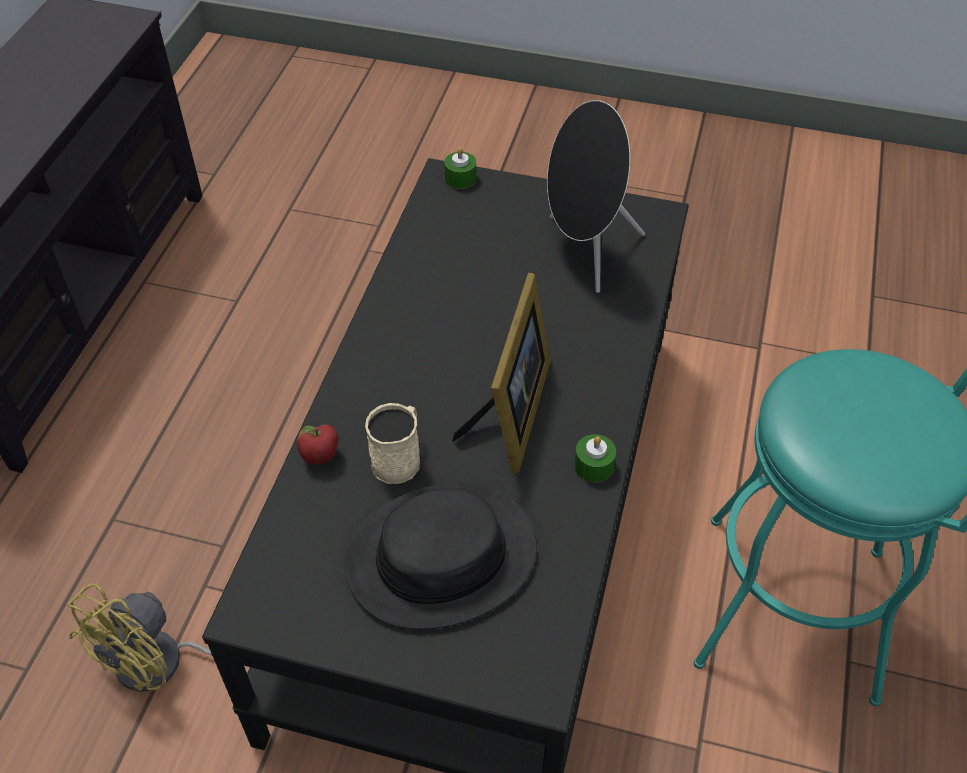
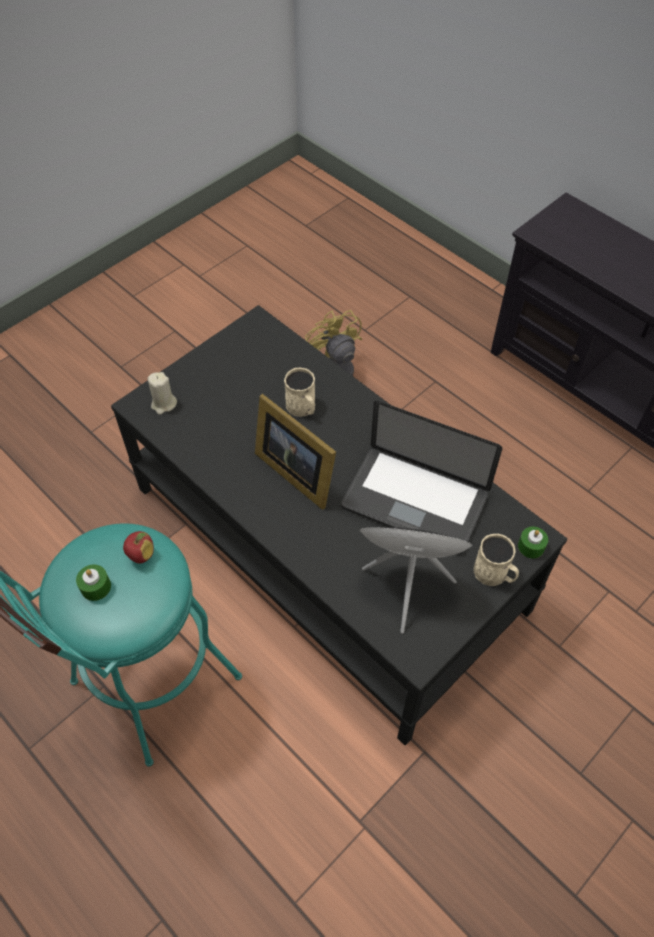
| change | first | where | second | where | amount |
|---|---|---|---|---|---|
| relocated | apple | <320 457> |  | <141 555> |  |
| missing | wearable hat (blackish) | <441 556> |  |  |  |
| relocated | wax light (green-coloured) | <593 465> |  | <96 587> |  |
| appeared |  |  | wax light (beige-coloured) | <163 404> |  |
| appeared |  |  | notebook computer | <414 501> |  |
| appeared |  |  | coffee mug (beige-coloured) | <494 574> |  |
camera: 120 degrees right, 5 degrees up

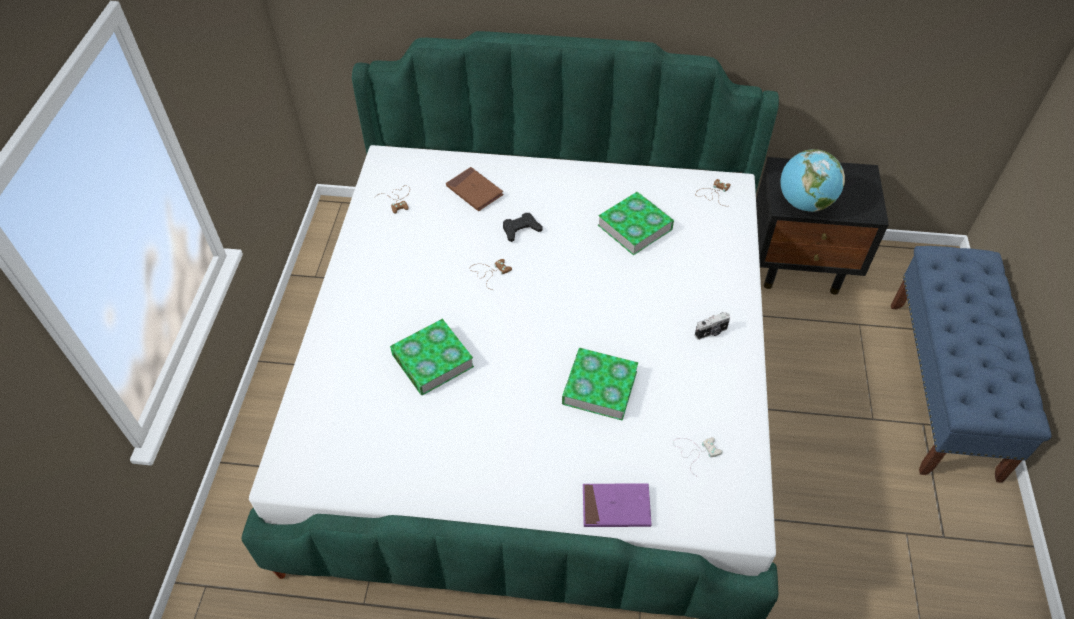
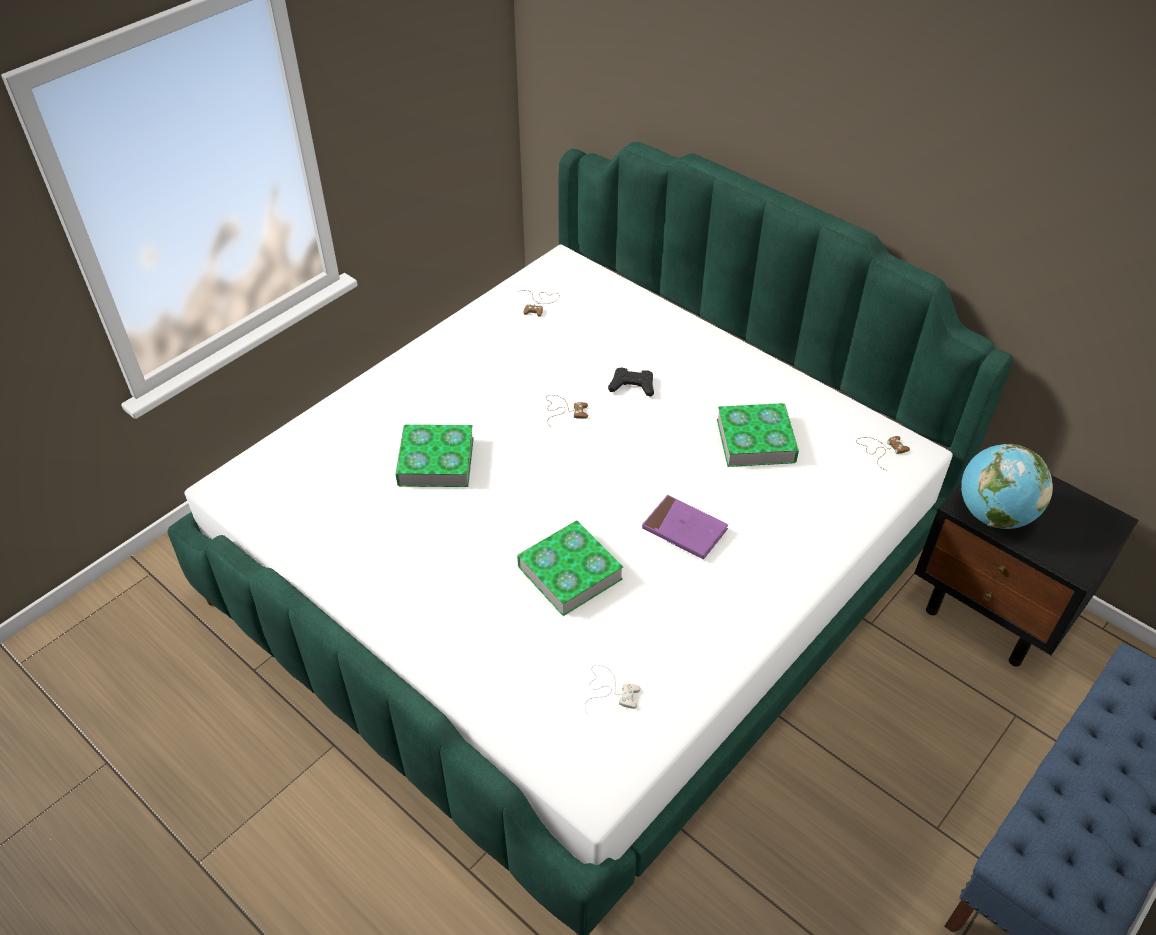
| change | first | where | second | where | amount |
|---|---|---|---|---|---|
| missing | book (brown-coloured) | <474 191> |  |  |  |
| relocated | book (purple-coloured) | <616 507> |  | <684 530> |  |
| missing | still camera | <711 332> |  |  |  |
camera: 35 degrees right, 5 degrees down

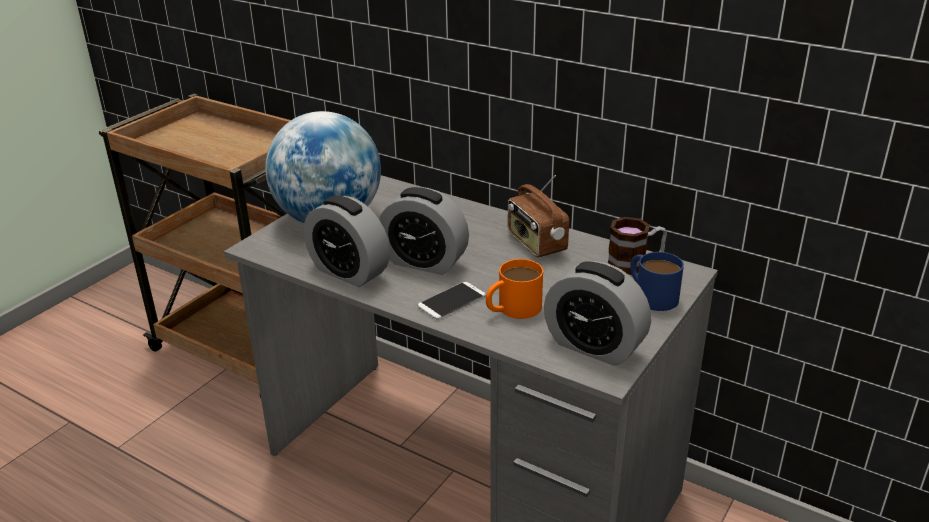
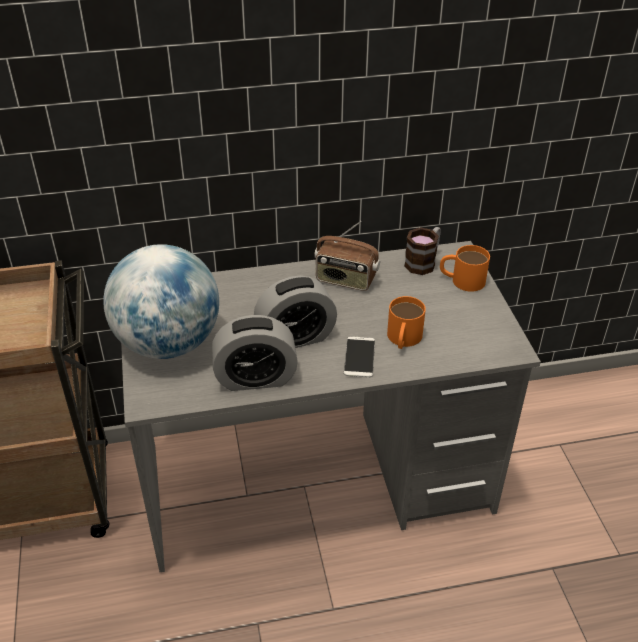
| change | first | where | second | where | amount |
|---|---|---|---|---|---|
| missing | bedside clock | <594 346> |  |  |  |
| colour | coffee mug (blue-coloured) | <650 294> | coffee mug (orange-coloured) | <461 280> |  |
camera: 45 degrees left, 10 degrees up

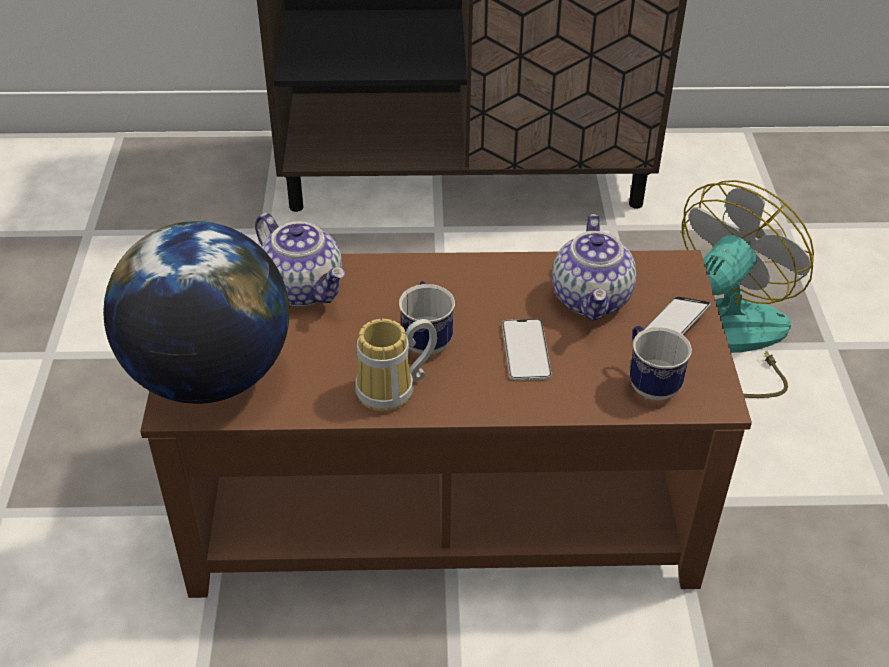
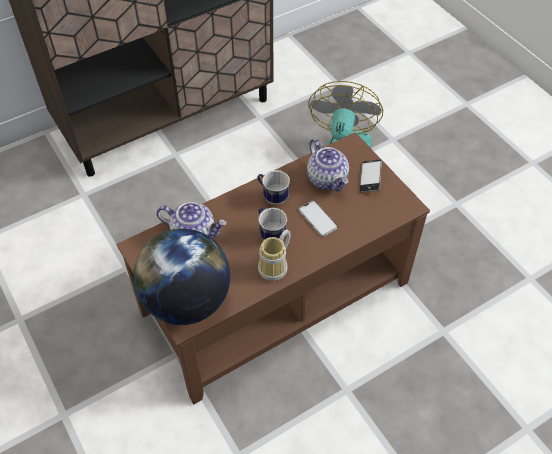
| change | first | where | second | where | amount |
|---|---|---|---|---|---|
| relocated | coffee mug | <649 383> |  | <272 196> |  |
camera: 30 degrees left, 10 degrees up

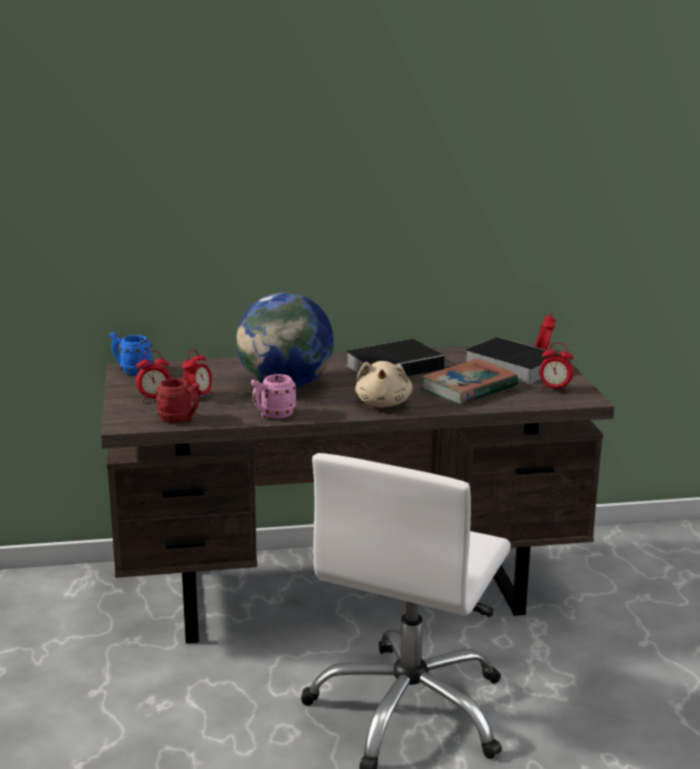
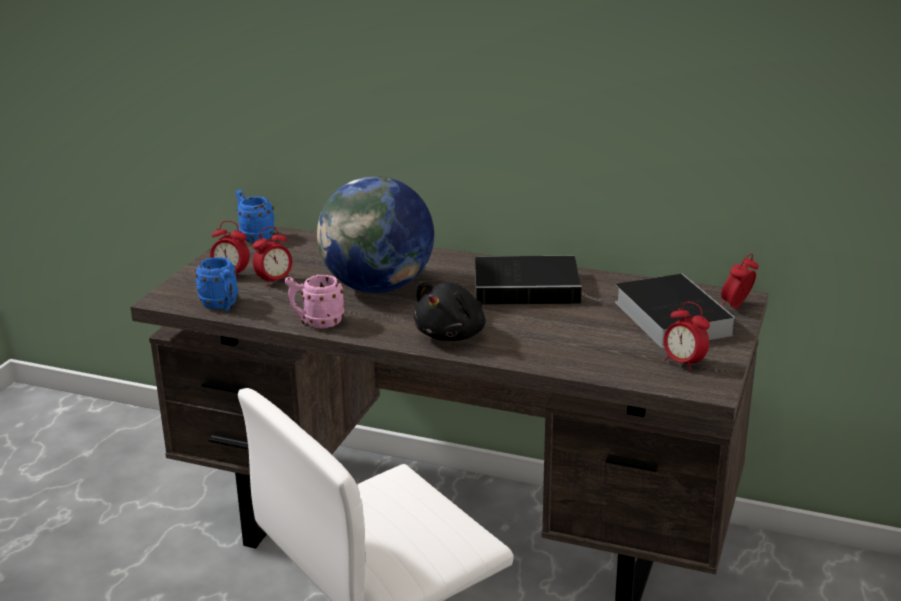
| change | first | where | second | where | amount |
|---|---|---|---|---|---|
| colour | coffee mug (reddish) | <180 420> | coffee mug (blue-coloured) | <222 306> |  |
| colour | cuddly toy (beige-coloured) | <383 403> | cuddly toy (blackish) | <452 334> |  |
| missing | book | <469 388> |  |  |  |
camera: 30 degrees right, 5 degrees up

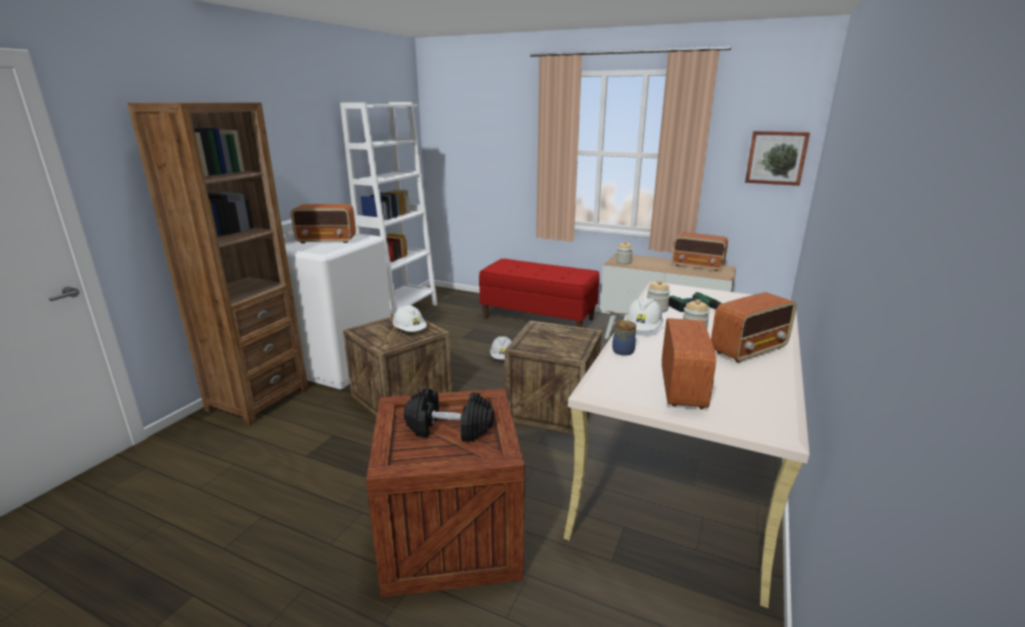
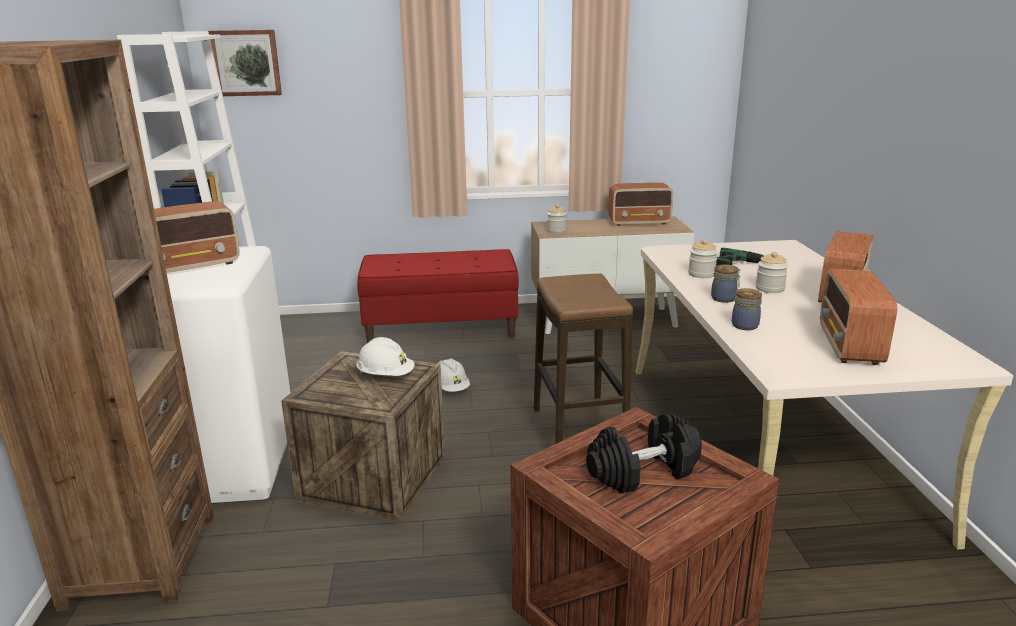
| change | first | where | second | where | amount |
|---|---|---|---|---|---|
| exchanged | crate | <553 407> | sitting stool | <578 430> |  |
| exchanged | hard hat (white-coloured) | <642 329> | jar | <724 299> |  |
| spun | radio receiver | <682 387> |  | <849 346> | 150 degrees counterclockwise |
| relocated | wall picture | <776 157> |  | <246 63> |  |
camera: 30 degrees left, 0 degrees up

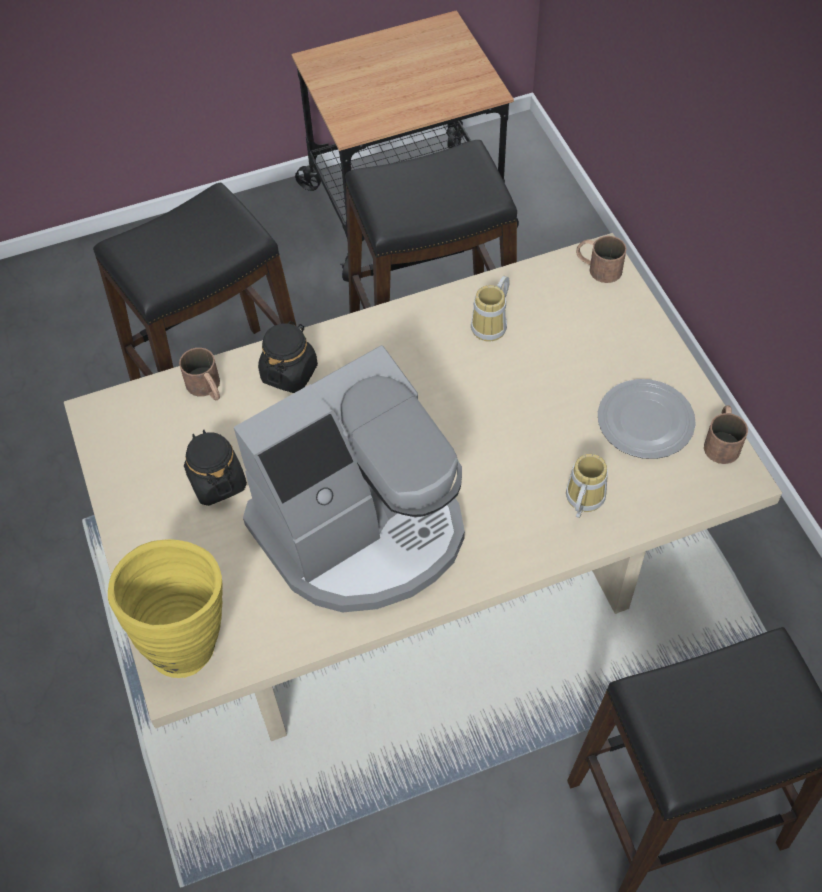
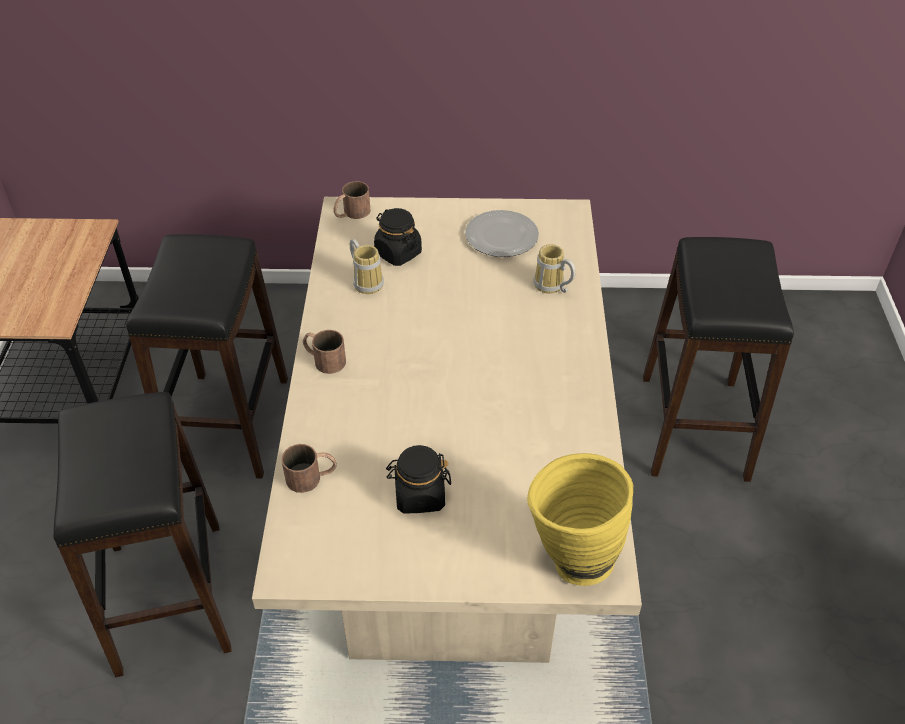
| change | first | where | second | where | amount |
|---|---|---|---|---|---|
| missing | coffee machine | <362 529> |  |  |  |
| relocated | jar (blackish) | <289 373> |  | <398 253> |  |
| relocated | coffee mug (brown-coloured) | <722 440> |  | <323 359> |  |
camera: 70 degrees left, 10 degrees down

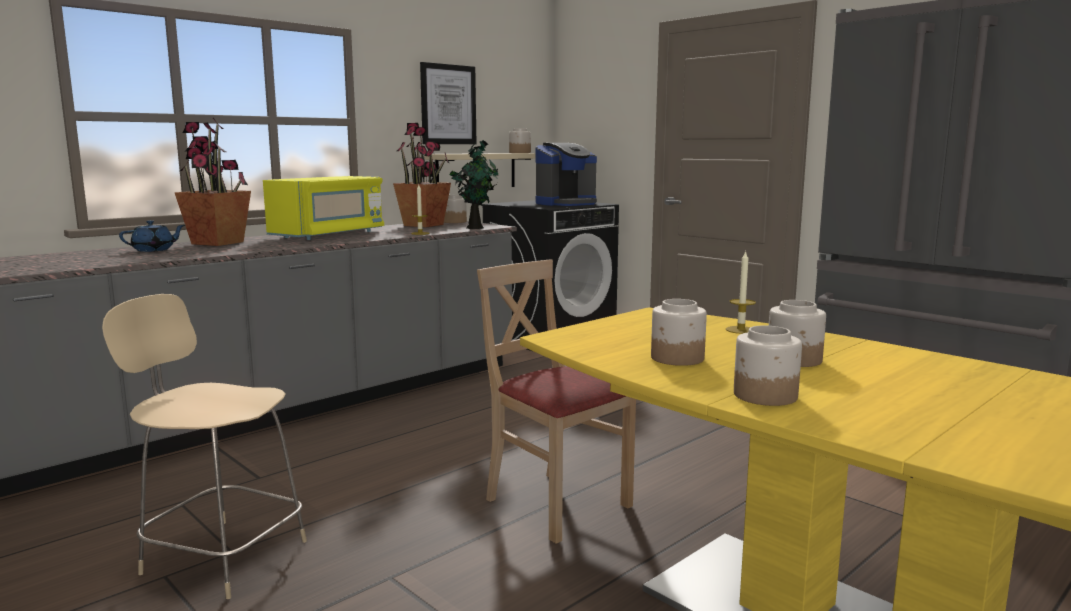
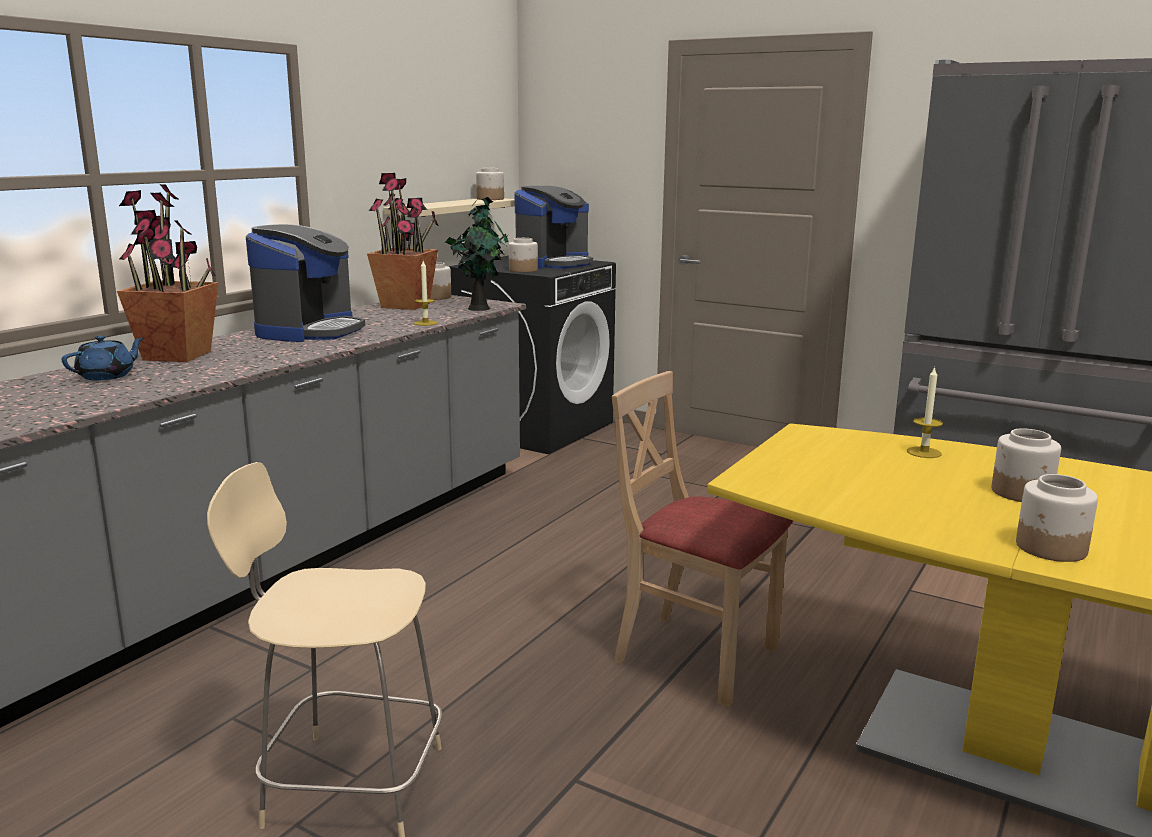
| change | first | where | second | where | amount |
|---|---|---|---|---|---|
| exchanged | microwave oven (yellow-coloured) | <329 235> | coffee machine | <309 331> |  |
| missing | wall picture | <448 104> |  |  |  |
| relocated | jar | <677 358> |  | <523 270> |  |
camera: 15 degrees left, 5 degrees up

